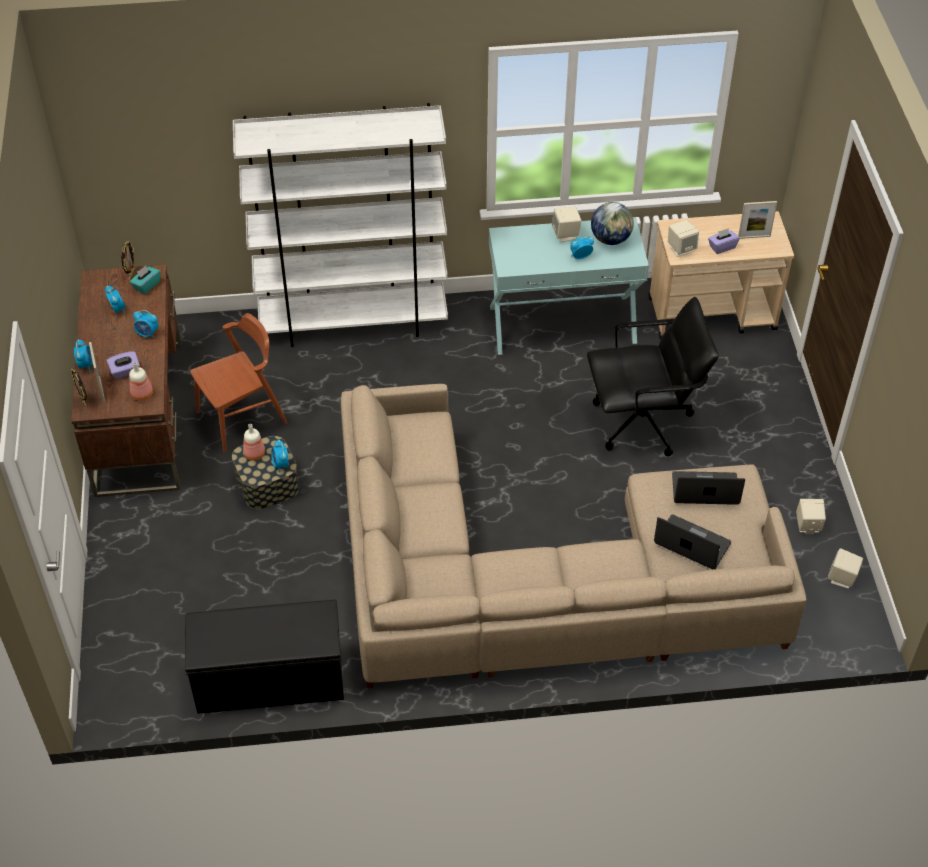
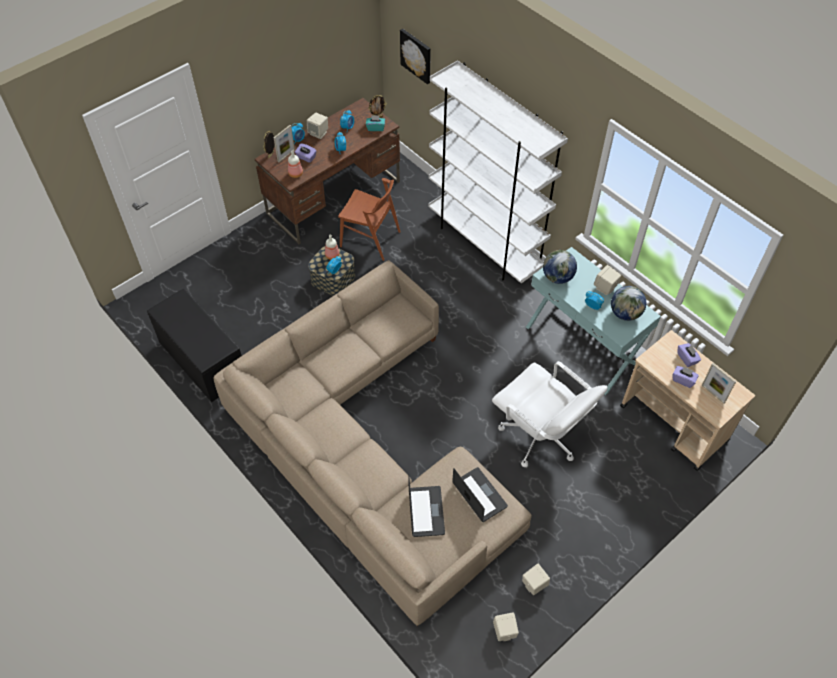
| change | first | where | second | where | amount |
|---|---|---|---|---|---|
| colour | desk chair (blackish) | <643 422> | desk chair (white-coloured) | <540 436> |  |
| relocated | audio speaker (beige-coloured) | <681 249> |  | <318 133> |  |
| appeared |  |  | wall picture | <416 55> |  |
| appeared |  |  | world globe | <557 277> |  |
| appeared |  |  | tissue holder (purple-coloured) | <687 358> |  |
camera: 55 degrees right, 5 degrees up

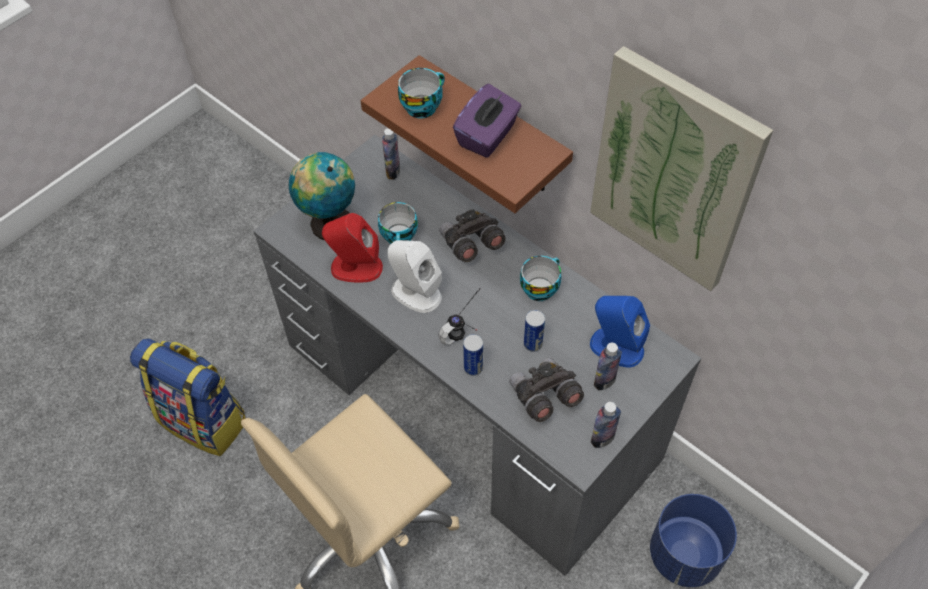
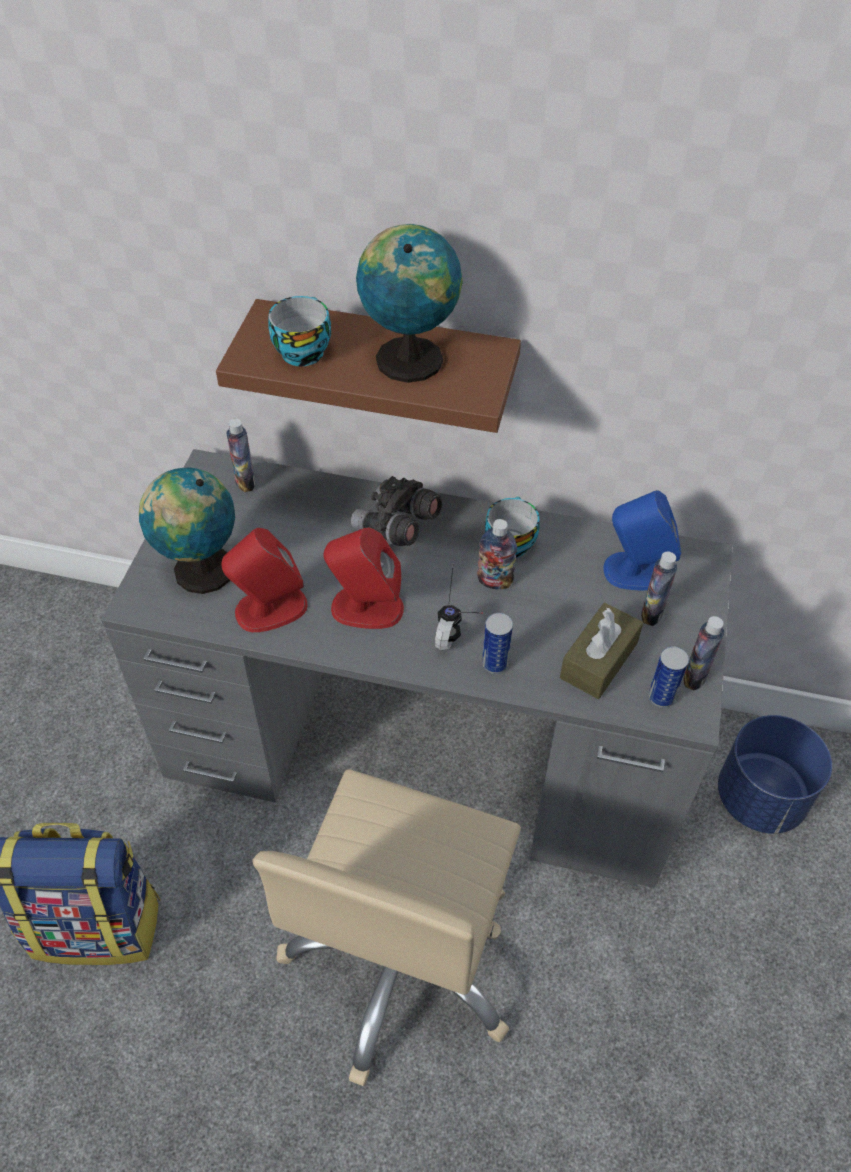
| change | first | where | second | where | amount |
|---|---|---|---|---|---|
| missing | cup | <400 237> |  |  |  |
| colour | audio speaker (white-coloured) | <415 293> | audio speaker (reddish) | <366 608> |  |
| exchanged | tissue holder (purple-coloured) | <487 136> | world globe | <409 357> |  |
| exchanged | field glasses (grey) | <544 397> | tissue holder (brown-coloured) | <599 660> |  |
| relocated | can | <533 344> |  | <661 697> |  |
| missing | wall picture | <674 172> |  |  |  |
| appeared |  |  | drink bottle | <494 581> |  |
camera: 30 degrees left, 5 degrees down

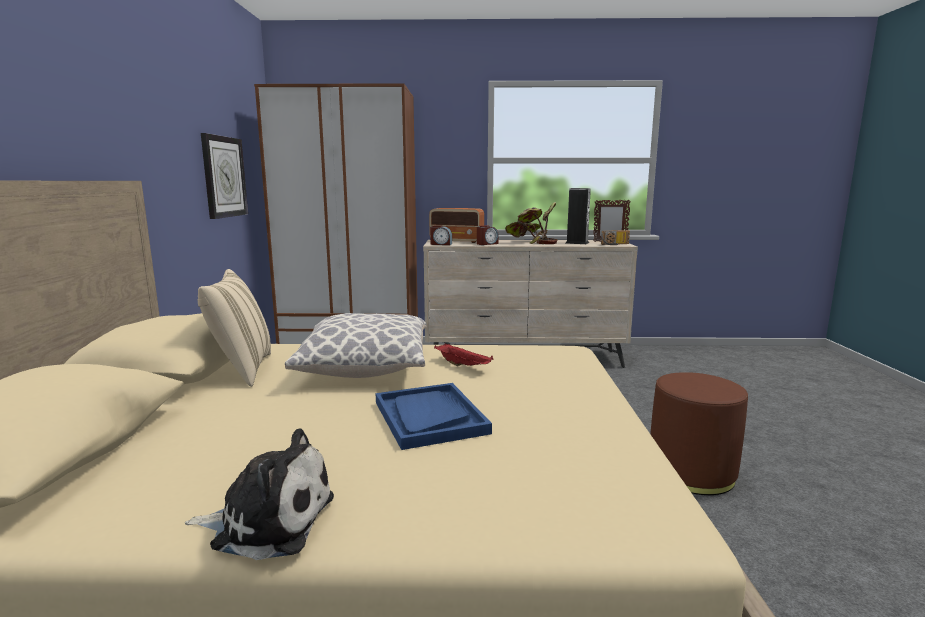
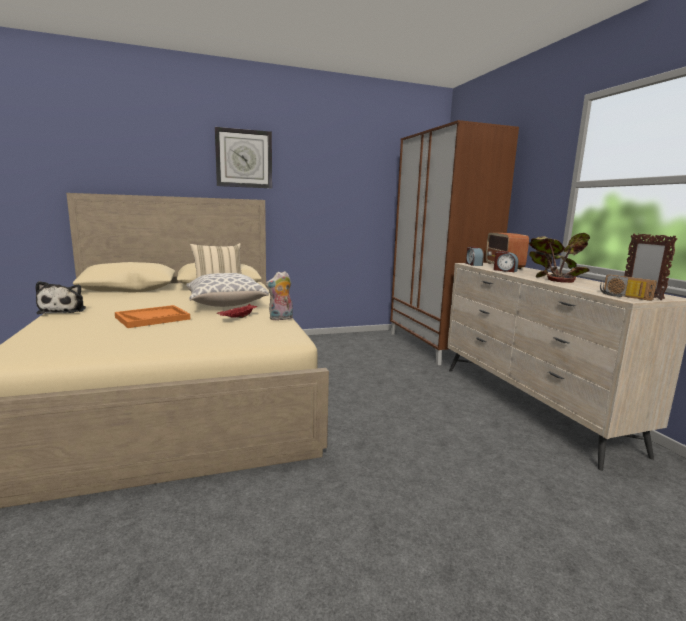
| change | first | where | second | where | amount |
|---|---|---|---|---|---|
| relocated | clock on the wall | <224 177> |  | <244 158> |  |
| colour | tray (blue-coloured) | <429 417> | tray (orange-coloured) | <153 318> |  |
| missing | audio speaker | <577 243> |  |  |  |
| missing | pouffe (brown-coloured) | <691 472> |  |  |  |
| appeared |  |  | cuddly toy | <281 318> |  |
camera: 70 degrees right, 0 degrees up

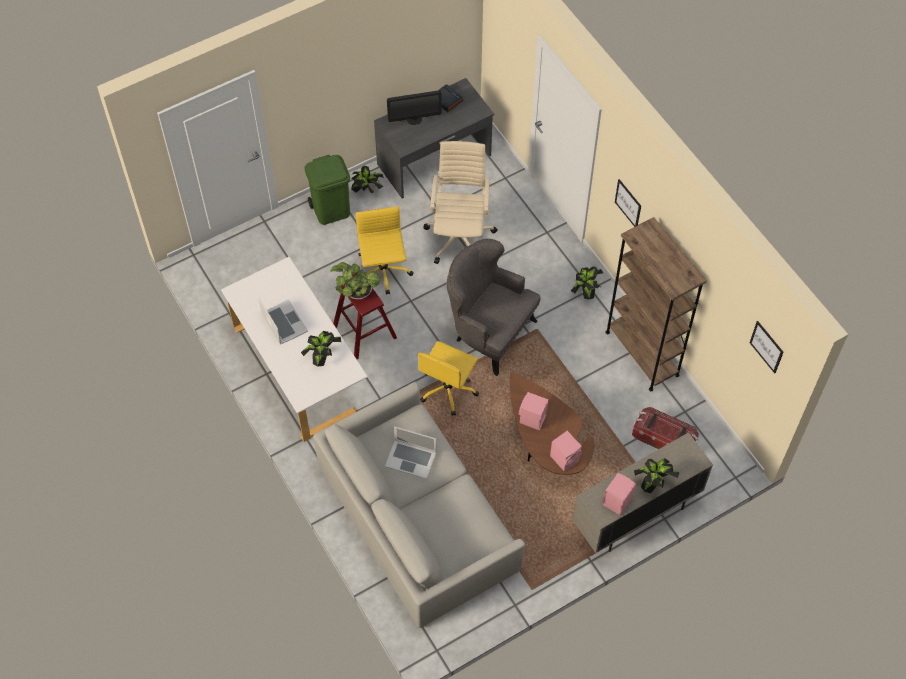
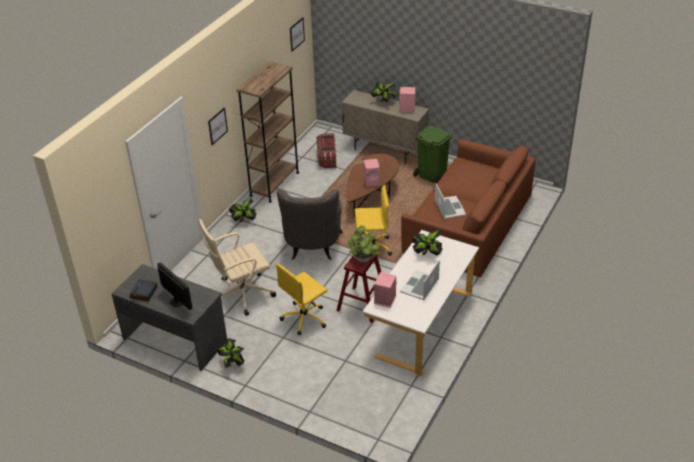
| change | first | where | second | where | amount |
|---|---|---|---|---|---|
| relocated | waste bin (green-coloured) | <332 210> |  | <431 175> |  |
| colour | sofa (grey) | <417 516> | sofa (brown-coloured) | <468 224> |  |
| relocated | audio speaker (pinkish) | <565 458> |  | <384 299> |  |
camera: 120 degrees left, 20 degrees down

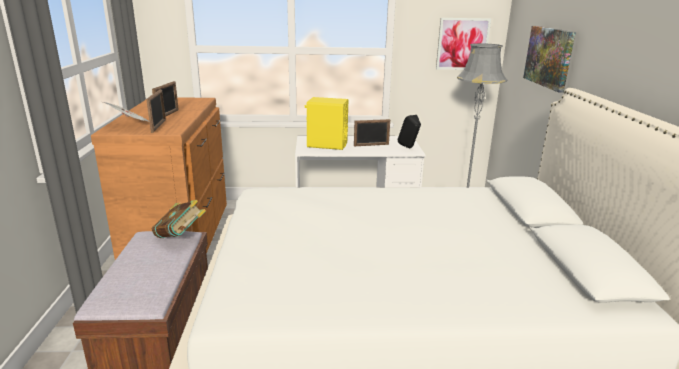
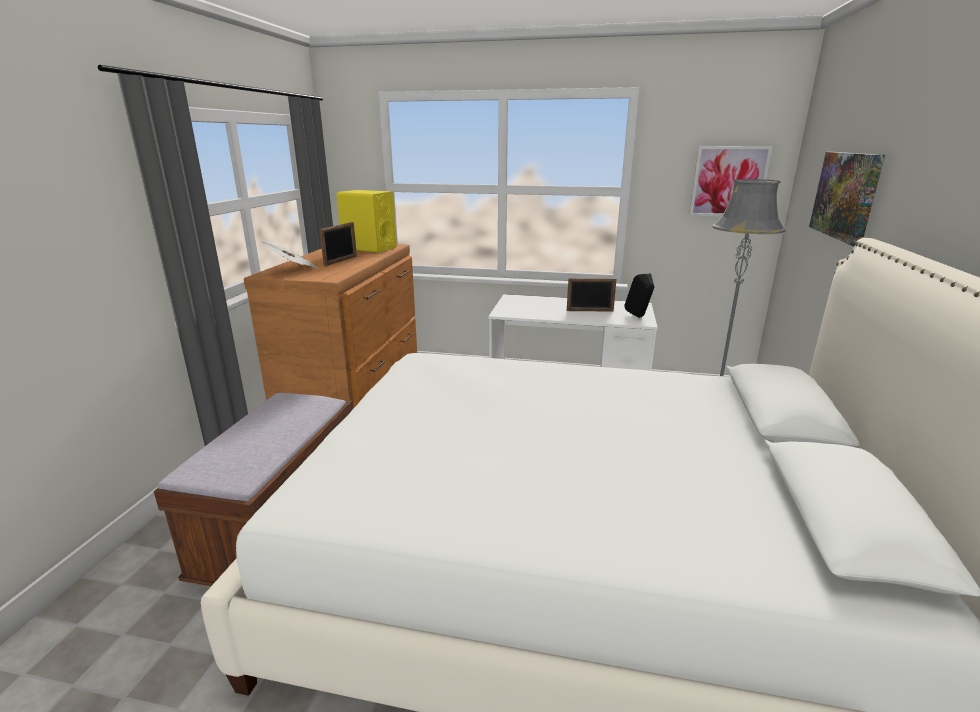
| change | first | where | second | where | amount |
|---|---|---|---|---|---|
| missing | picture frame | <158 126> |  |  |  |
| missing | book | <180 237> |  |  |  |
| relocated | audio speaker (yellow-coloured) | <327 145> |  | <369 248> |  |
camera: 15 degrees right, 0 degrees up

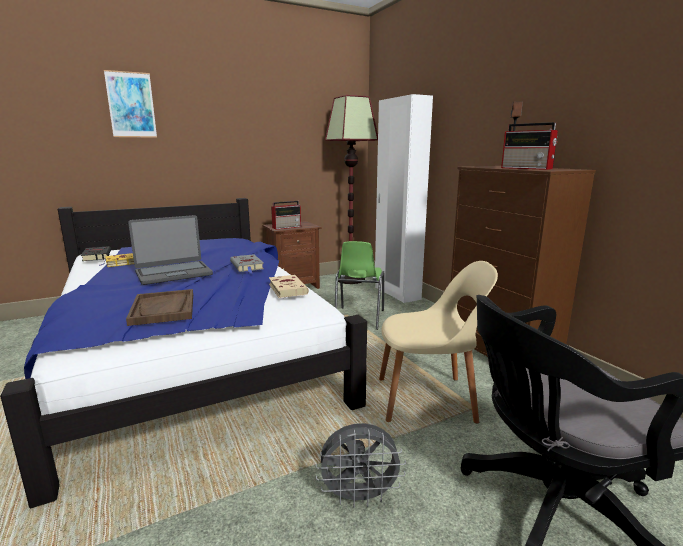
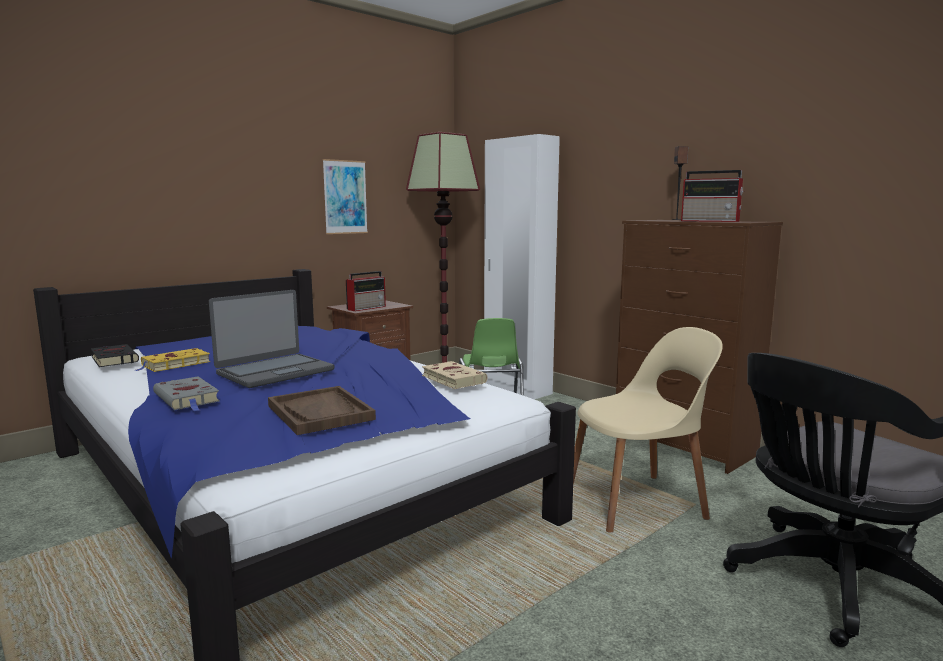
| change | first | where | second | where | amount |
|---|---|---|---|---|---|
| relocated | wall picture | <131 105> |  | <345 197> |  |
| relocated | book (grey) | <247 266> |  | <187 398> |  |
| missing | fan (grey) | <359 497> |  |  |  |
camera: 15 degrees left, 5 degrees down

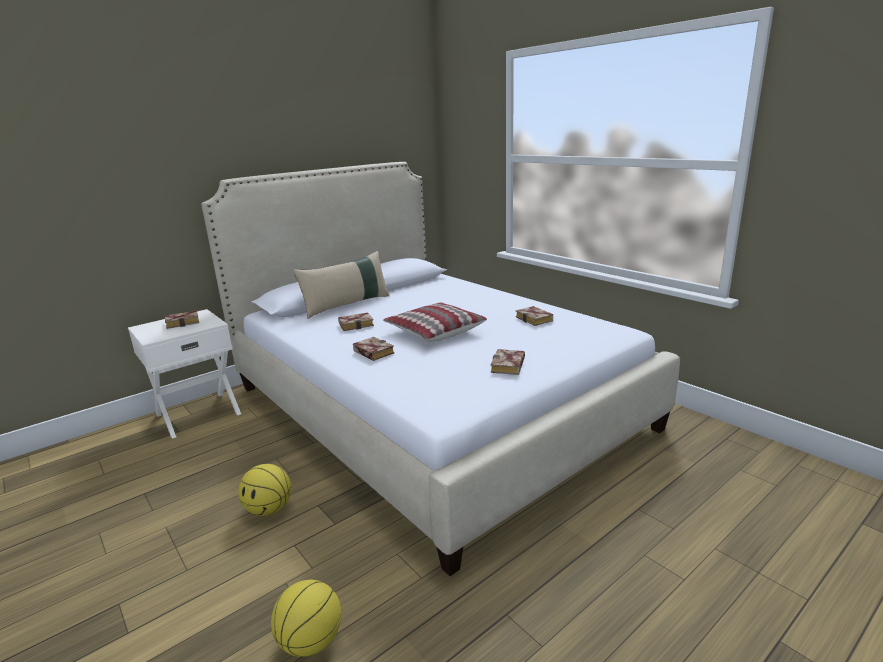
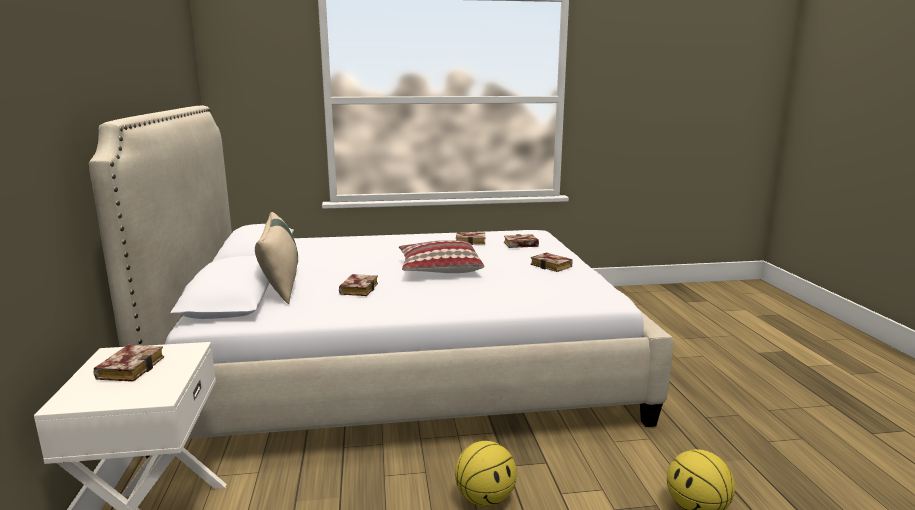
| change | first | where | second | where | amount |
|---|---|---|---|---|---|
| relocated | book | <371 352> |  | <519 245> |  |
camera: 60 degrees left, 5 degrees down

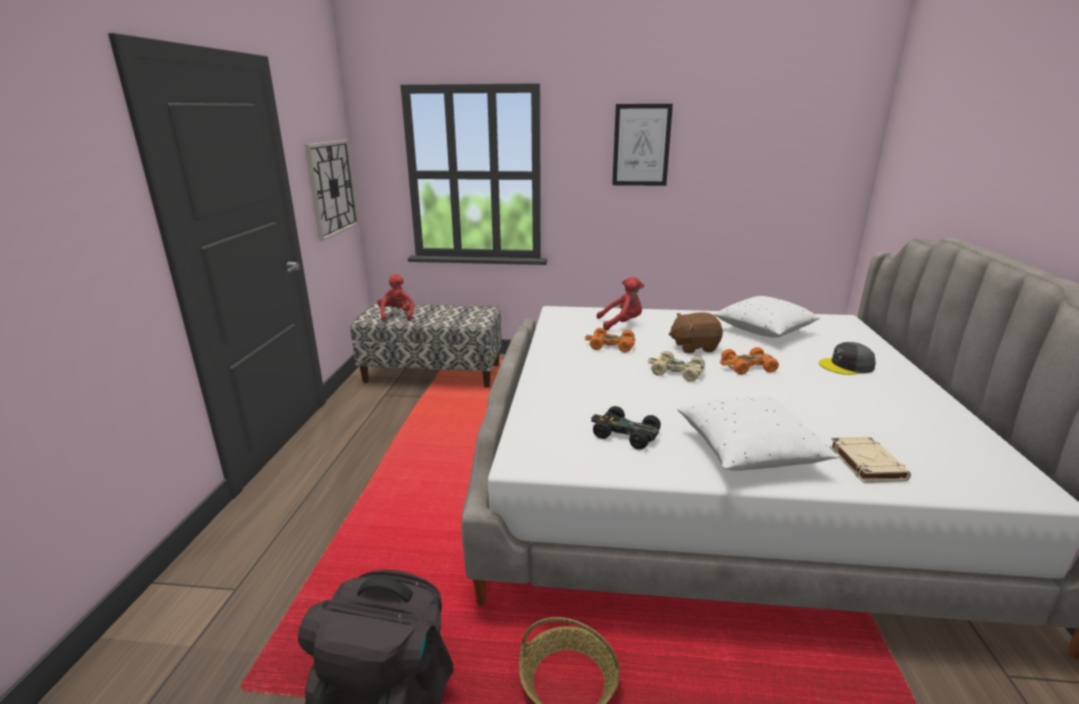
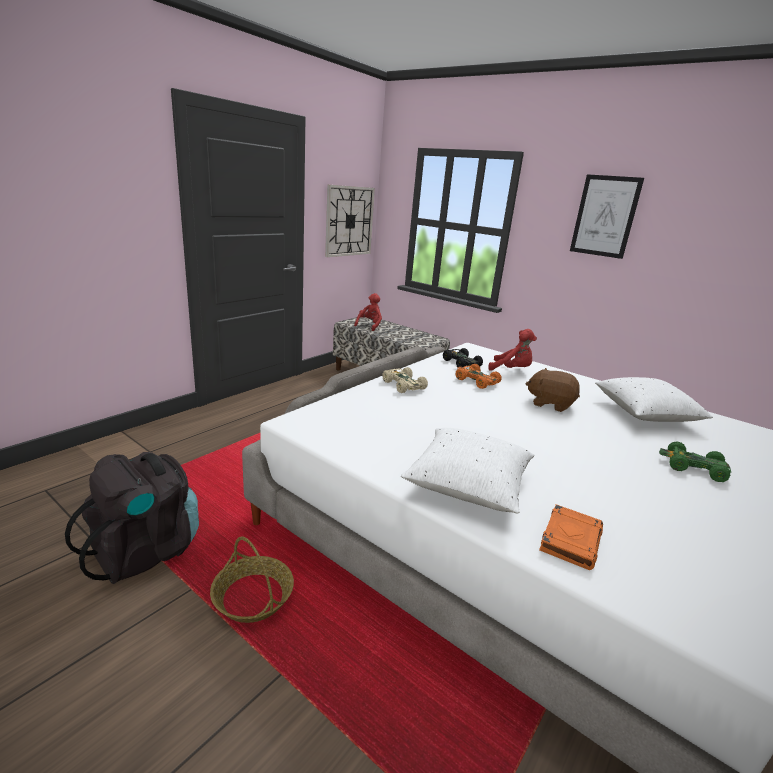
| change | first | where | second | where | amount |
|---|---|---|---|---|---|
| relocated | toy car (blackish) | <625 434> |  | <461 363> |  |
| relocated | toy car (beige-coloured) | <676 372> |  | <403 385> |  |
| missing | toy car (orange-coloured) | <747 367> |  |  |  |
| exchanged | cap (grey) | <846 366> | toy car (green-coloured) | <693 467> |  |
| colour | book (beige-coloured) | <866 463> | book (orange-coloured) | <570 539> |  |
camera: 30 degrees right, 0 degrees up

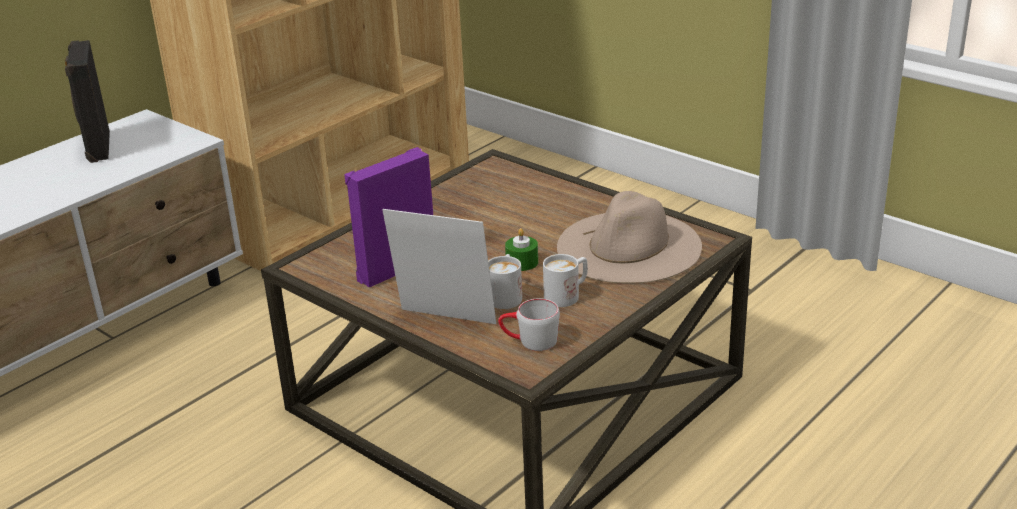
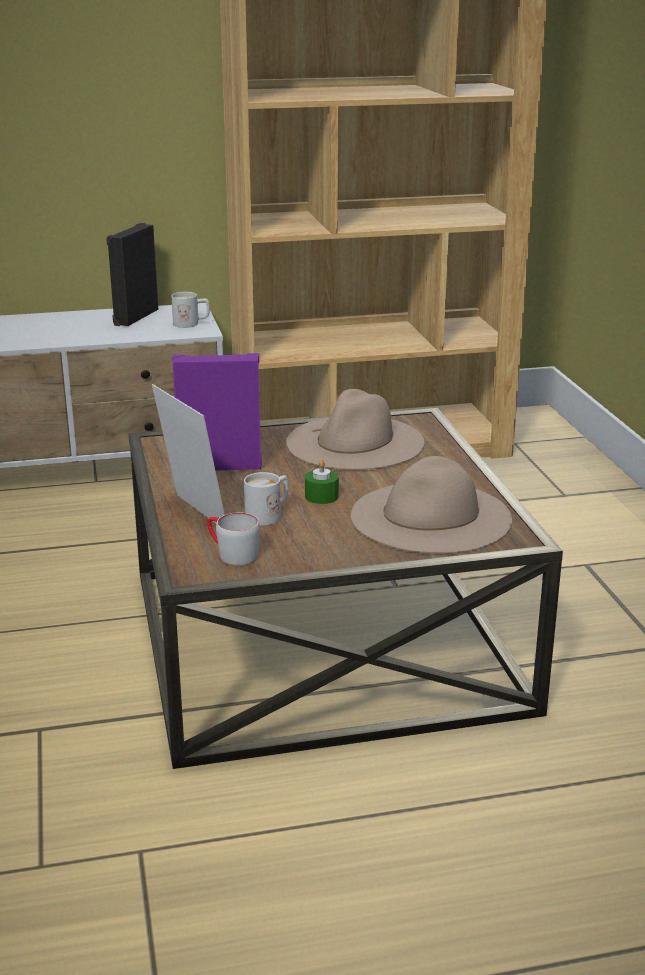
| change | first | where | second | where | amount |
|---|---|---|---|---|---|
| relocated | coffee mug (white-coloured) | <567 295> |  | <191 324> |  |
| appeared |  |  | wearable hat (beige-coloured) | <355 442> |  |
camera: 35 degrees right, 5 degrees down

